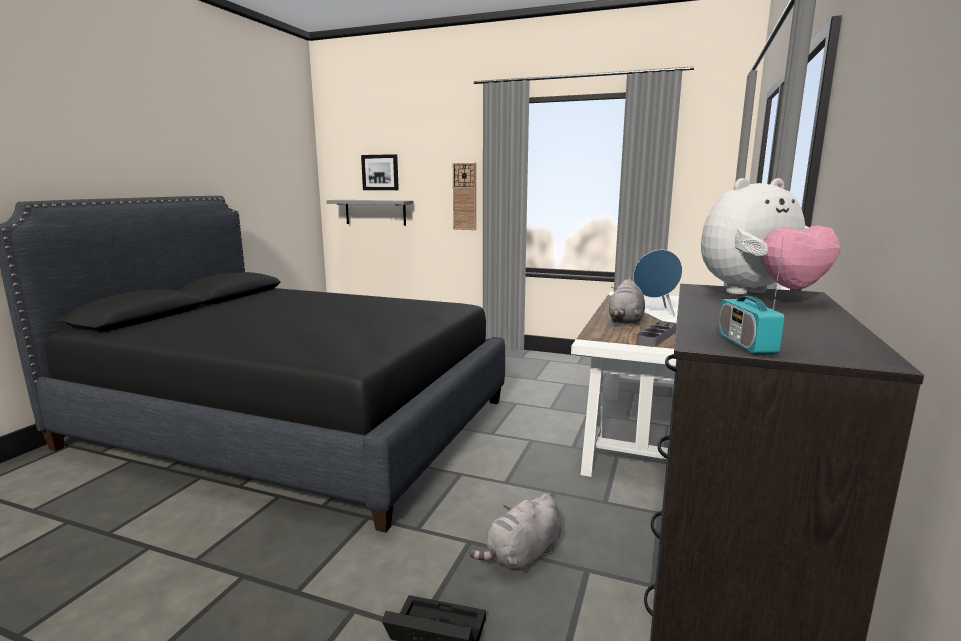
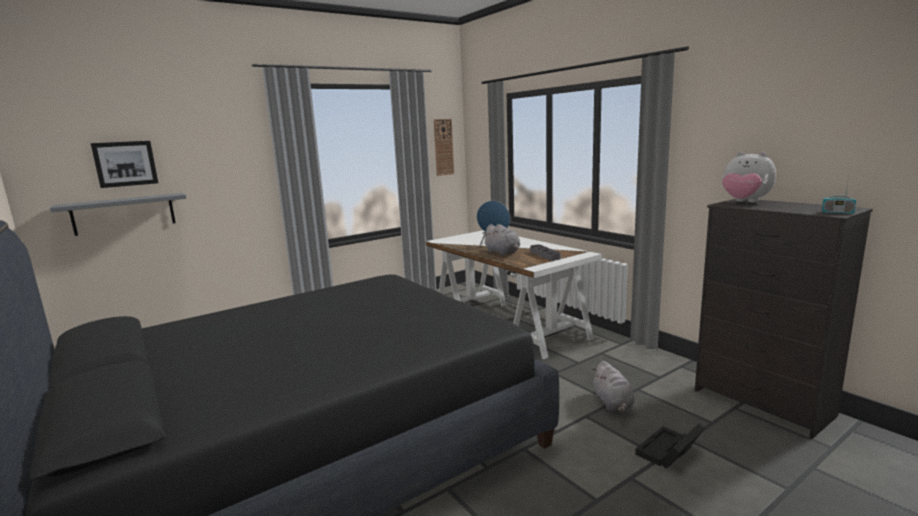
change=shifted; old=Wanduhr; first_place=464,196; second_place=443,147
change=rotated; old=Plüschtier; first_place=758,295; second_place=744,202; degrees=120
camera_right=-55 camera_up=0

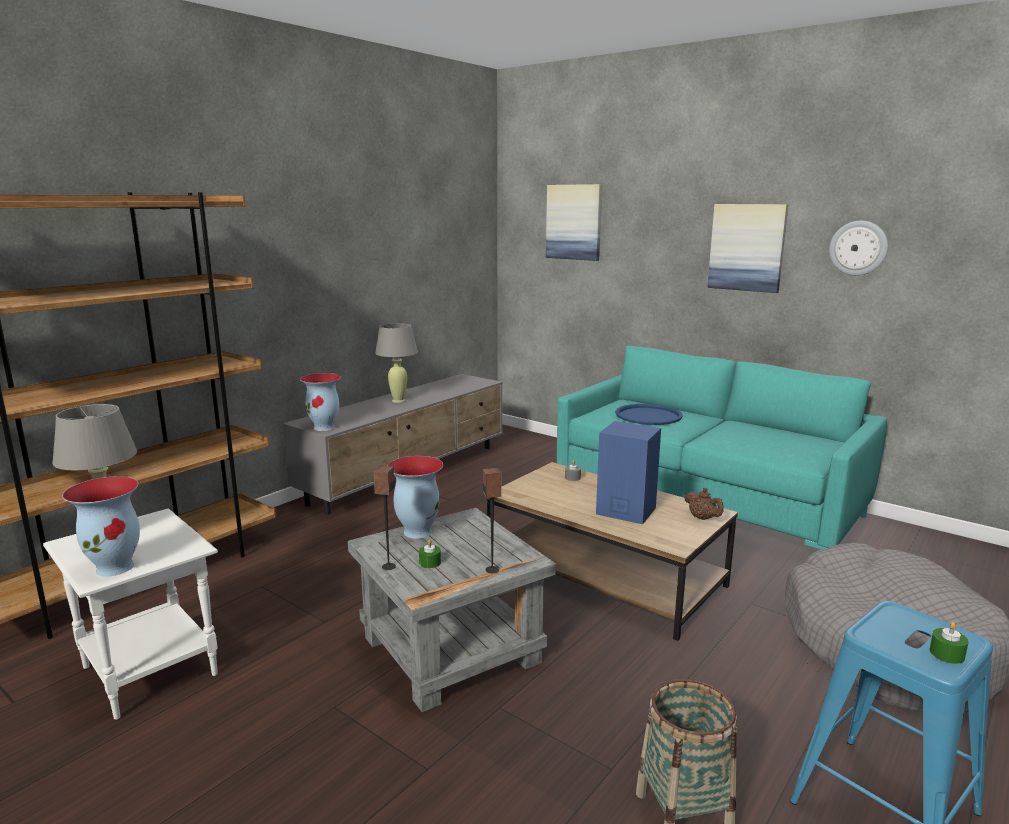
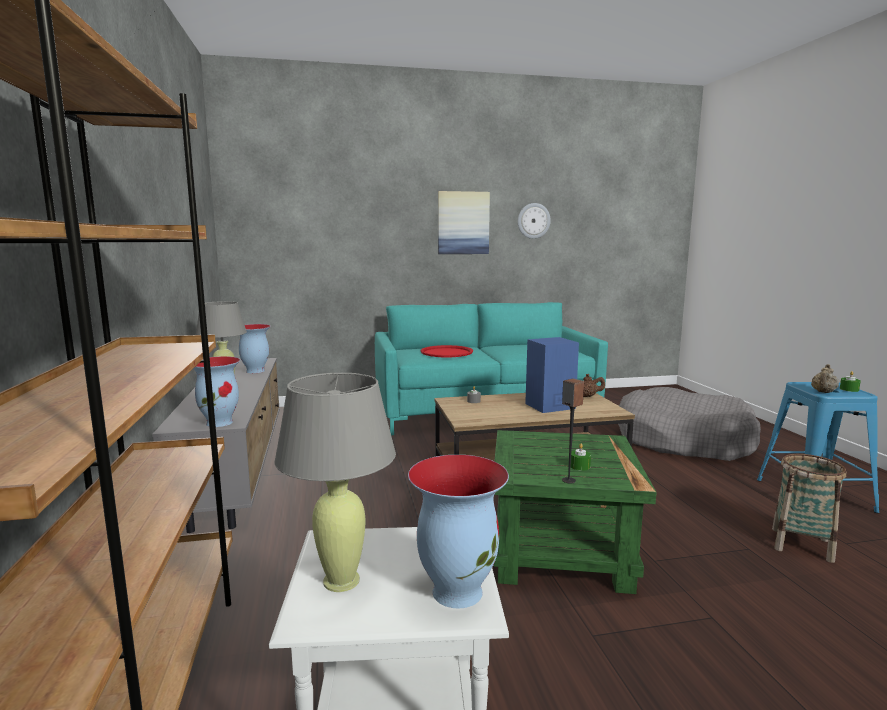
change=gone; old=Bild; first_place=574,222
change=repainted; old=Tablett (blau); new=Tablett (rot); first_place=648,415; second_place=446,352
change=shifted; old=Vase; first_place=417,531; second_place=254,371
change=gone; old=Lautsprecher; first_place=492,570
change=repainted; old=Beistelltisch (grau); new=Beistelltisch (grün); first_place=450,651; second_place=562,553
change=new; new=Teekanne (beige); second_place=823,392
camera_right=-50 camera_up=-5

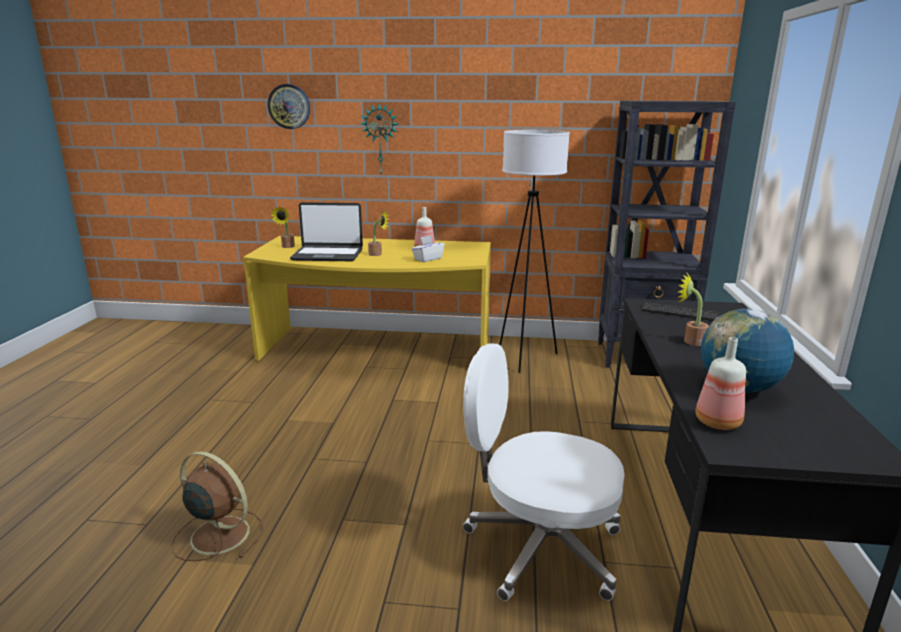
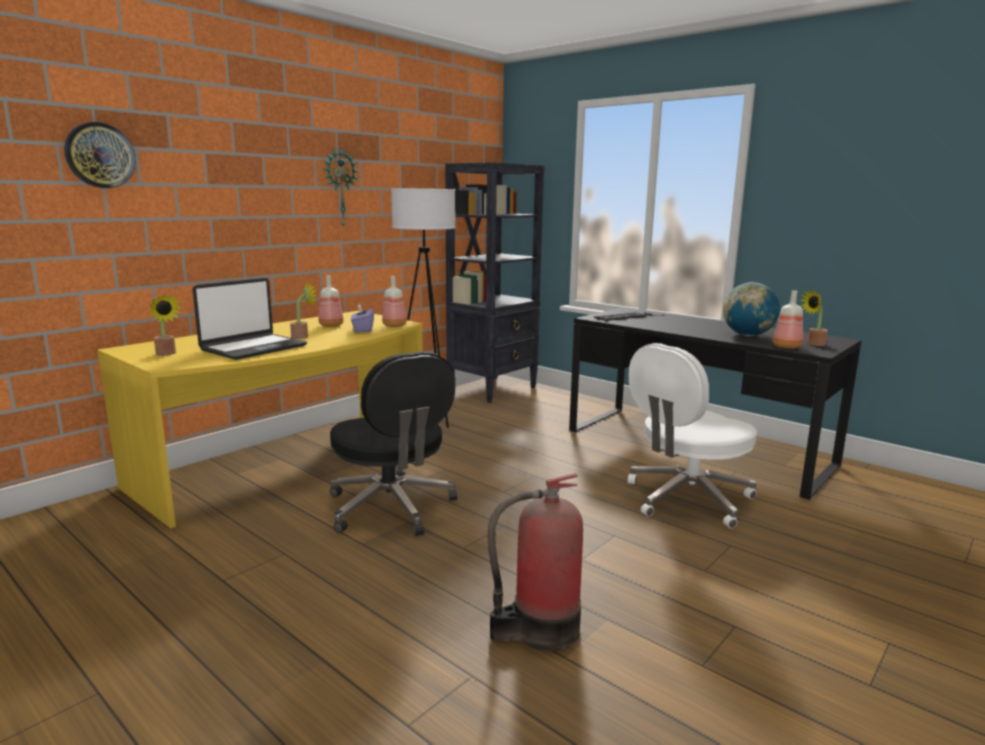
change=shifted; old=Wanduhr; first_place=380,139; second_place=340,188
change=repainted; old=Taschentuchbox (weiß); new=Taschentuchbox (lila); first_place=427,259; second_place=363,329
change=shifted; old=Topfpflanze; first_place=690,341; second_place=813,344
change=swapped; old=Ventilator (braun); new=Feuerlöscher; first_place=218,534; second_place=540,630
change=new; new=Flasche; second_place=394,325
change=new; new=Bürostuhl (schwarz); second_place=392,508
camera_right=-55 camera_up=-5

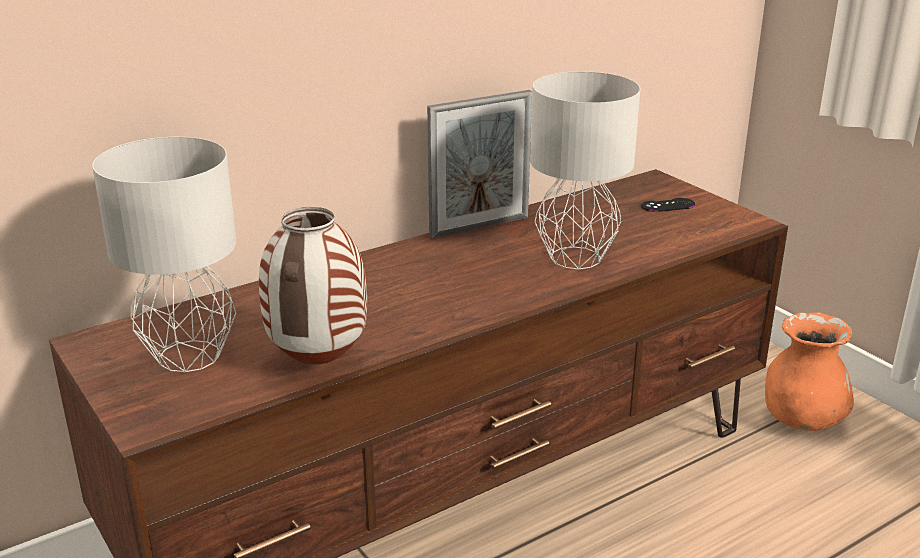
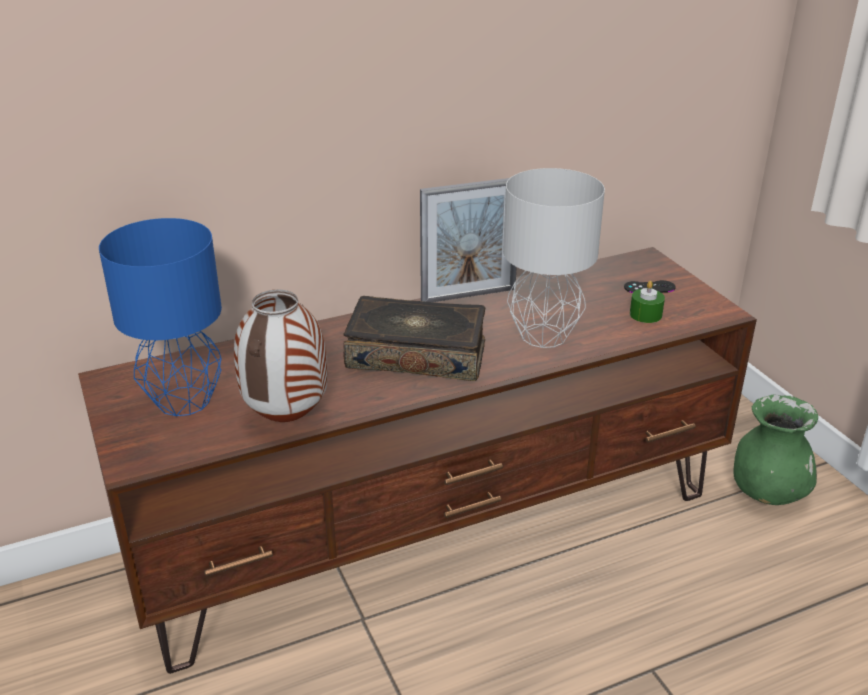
change=repainted; old=Tischlampe (grau); new=Tischlampe (blau); first_place=190,355; second_place=185,400
change=repainted; old=Vase (orange); new=Vase (grün); first_place=801,420; second_place=767,492
change=new; new=Kerze (grün); second_place=645,314
change=new; new=Buch; second_place=417,353
camera_right=10 camera_up=5

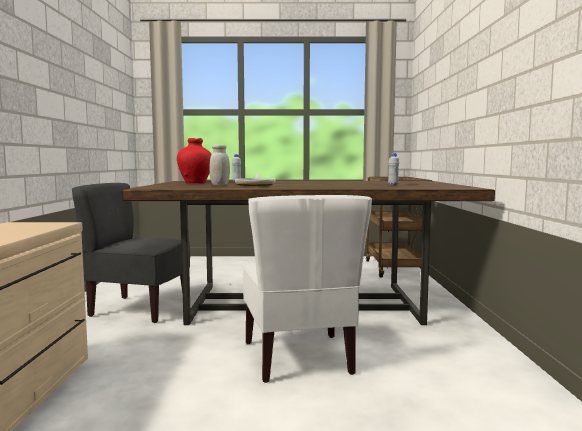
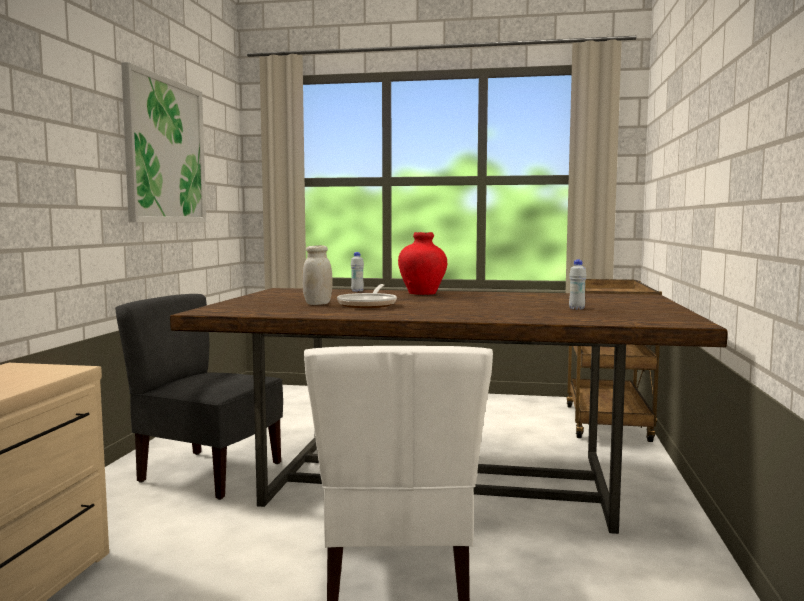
change=shifted; old=Vase (rot); first_place=195,183; second_place=422,294
change=new; new=Bild; second_place=165,151
camera_right=10 camera_up=0

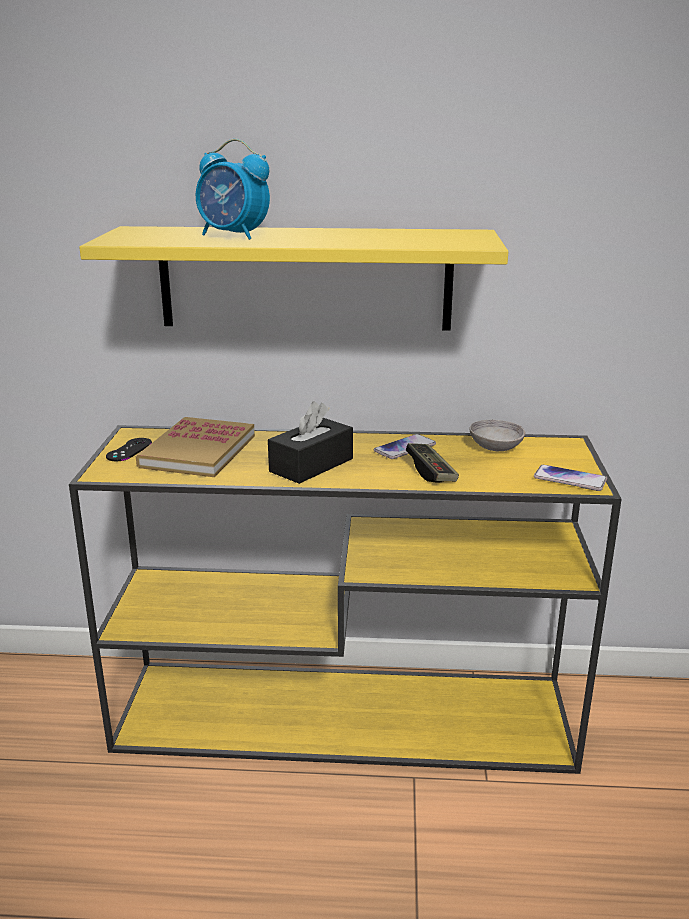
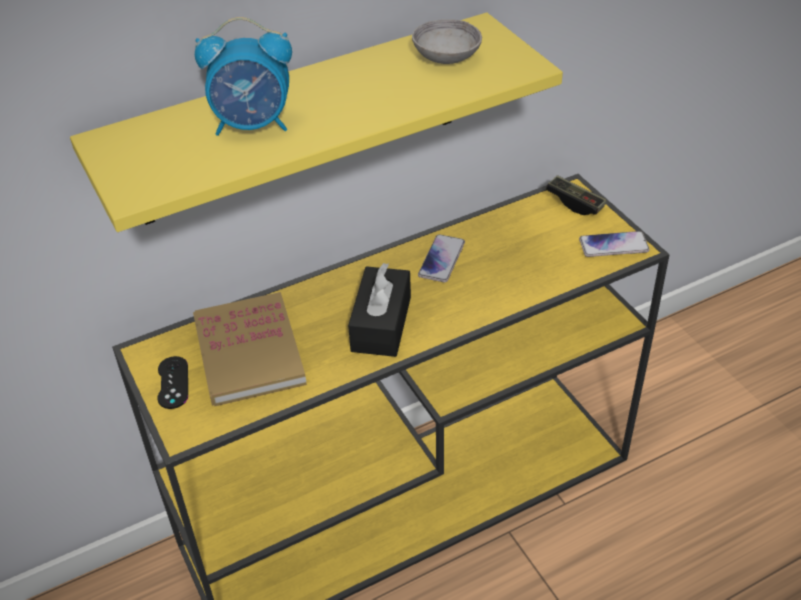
change=shifted; old=Schüssel (grau); first_place=495,448; second_place=446,57
change=shifted; old=Gamepad; first_place=431,472; second_place=575,203
camera_right=-30 camera_up=20

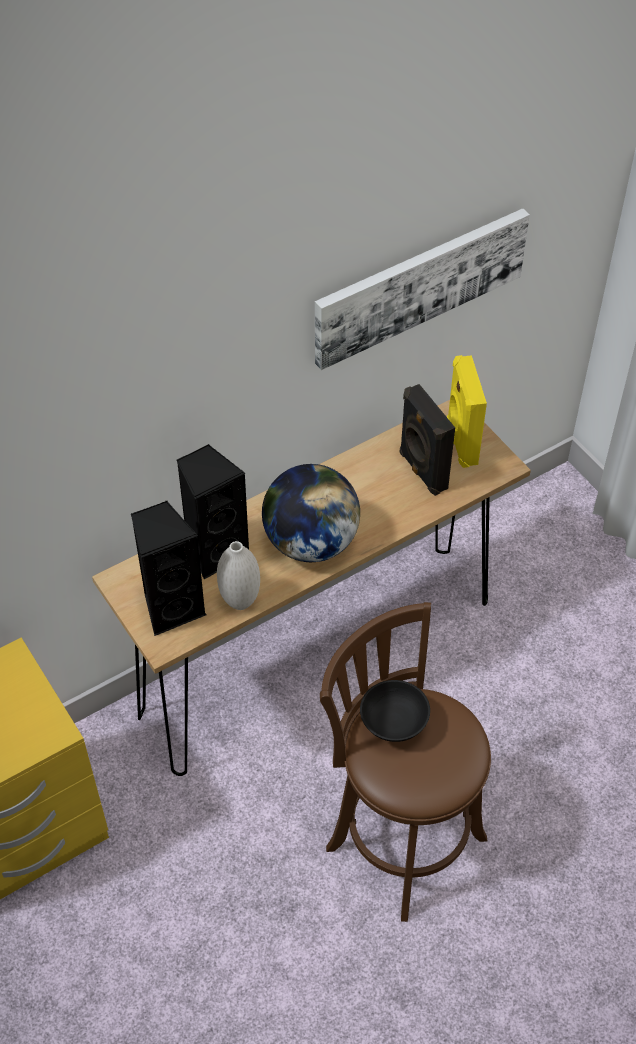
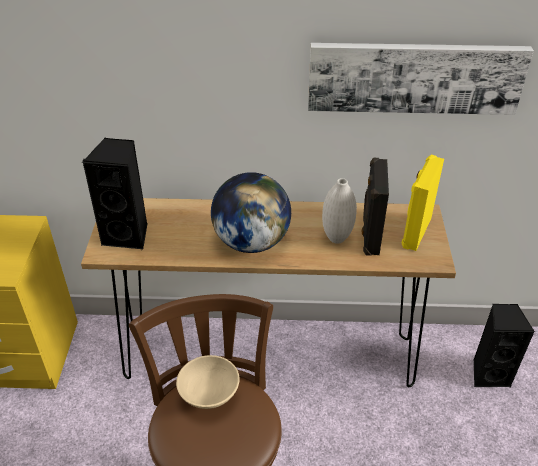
change=shifted; old=Lautsprecher (schwarz); first_place=215,551; second_place=489,374
change=shifted; old=Vase (weiß); first_place=240,602; second_place=336,238
change=repainted; old=Schüssel (schwarz); new=Schüssel (beige); first_place=392,727; second_place=208,397
camera_right=35 camera_up=-10

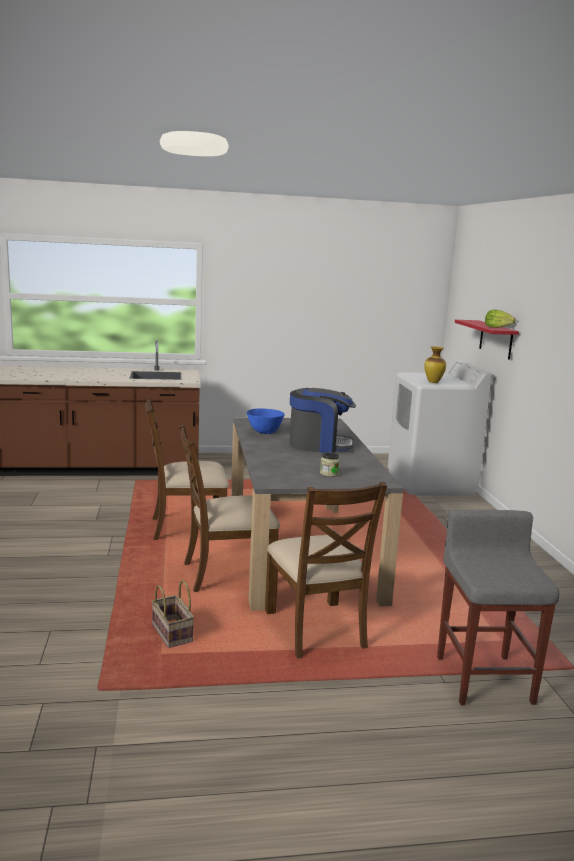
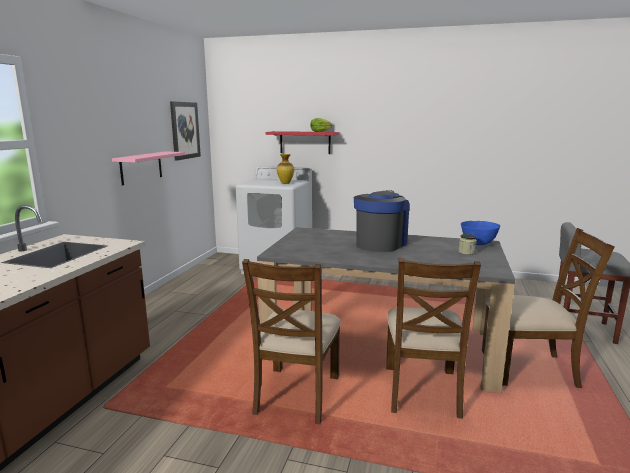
change=shifted; old=Schüssel (blau); first_place=265,432; second_place=478,244
change=gone; old=Korb; first_place=173,634
change=new; new=Bild; second_place=185,130
change=new; new=Wandregal (rosa); second_place=141,167
camera_right=-65 camera_up=0

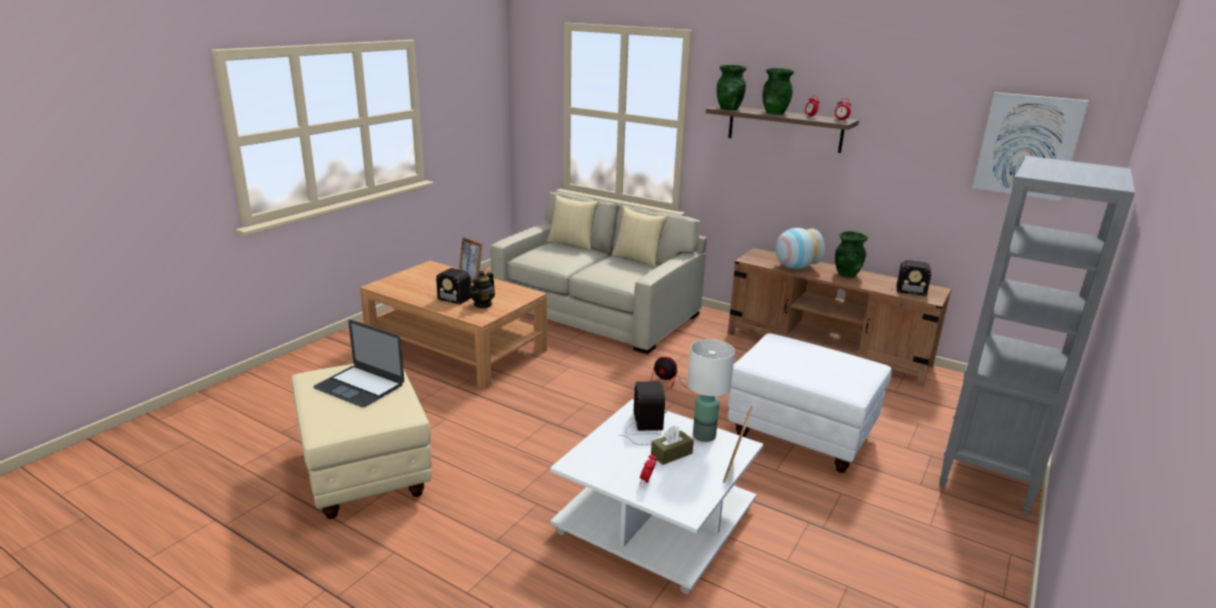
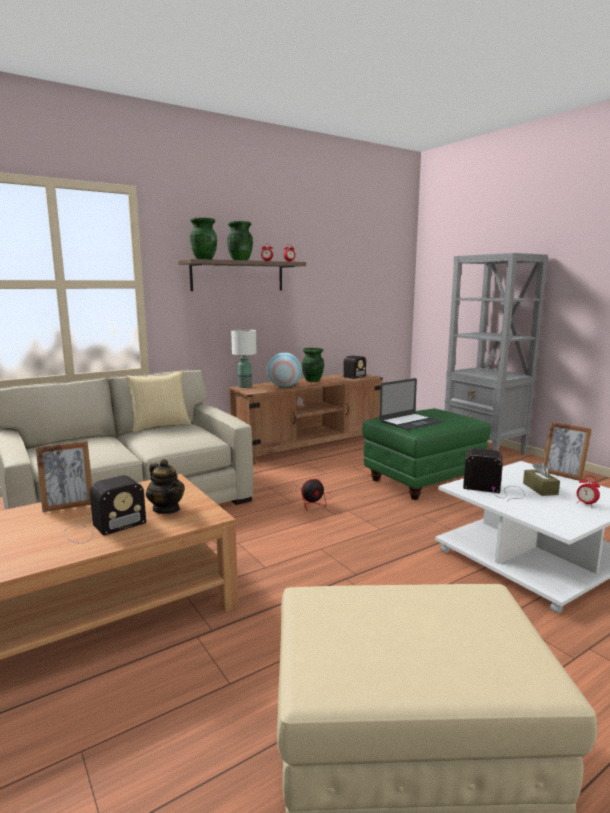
change=gone; old=Bild; first_place=1027,145
change=gone; old=Kissen; first_place=572,244
change=shifted; old=Laptop; first_place=359,386; second_place=410,422
change=repainted; old=Polsterhocker (weiß); new=Polsterhocker (grün); first_place=801,434; second_place=422,480
change=shifted; old=Tischlampe (weiß); first_place=703,435; second_place=244,387
camera_right=-65 camera_up=-10

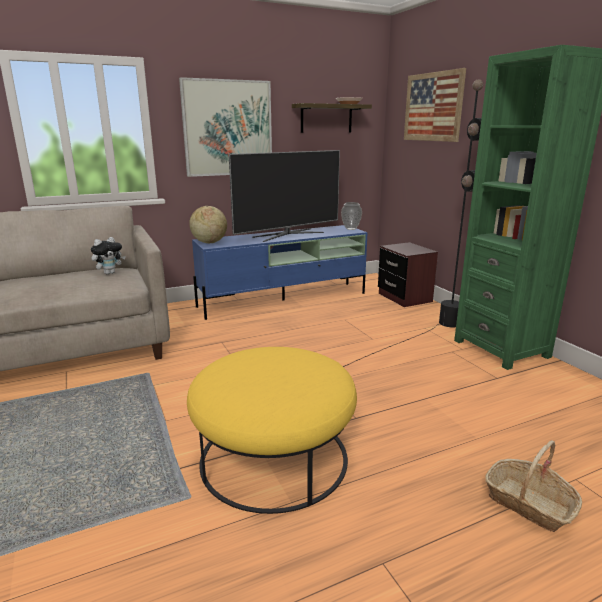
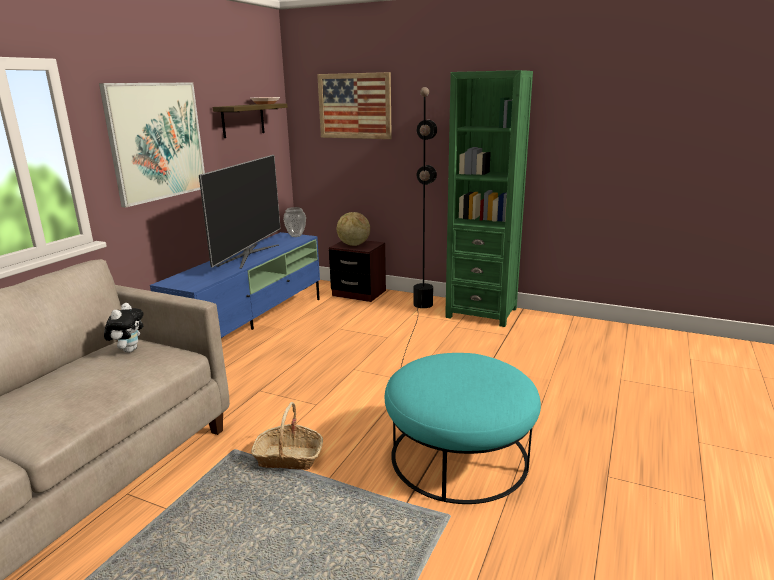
change=shifted; old=Globus; first_place=209,242; second_place=353,245
change=repainted; old=Polsterhocker (gelb); new=Polsterhocker (türkis); first_place=274,457; second_place=459,456
change=shifted; old=Korb; first_place=529,503; second_place=289,457
camera_right=-40 camera_up=0

